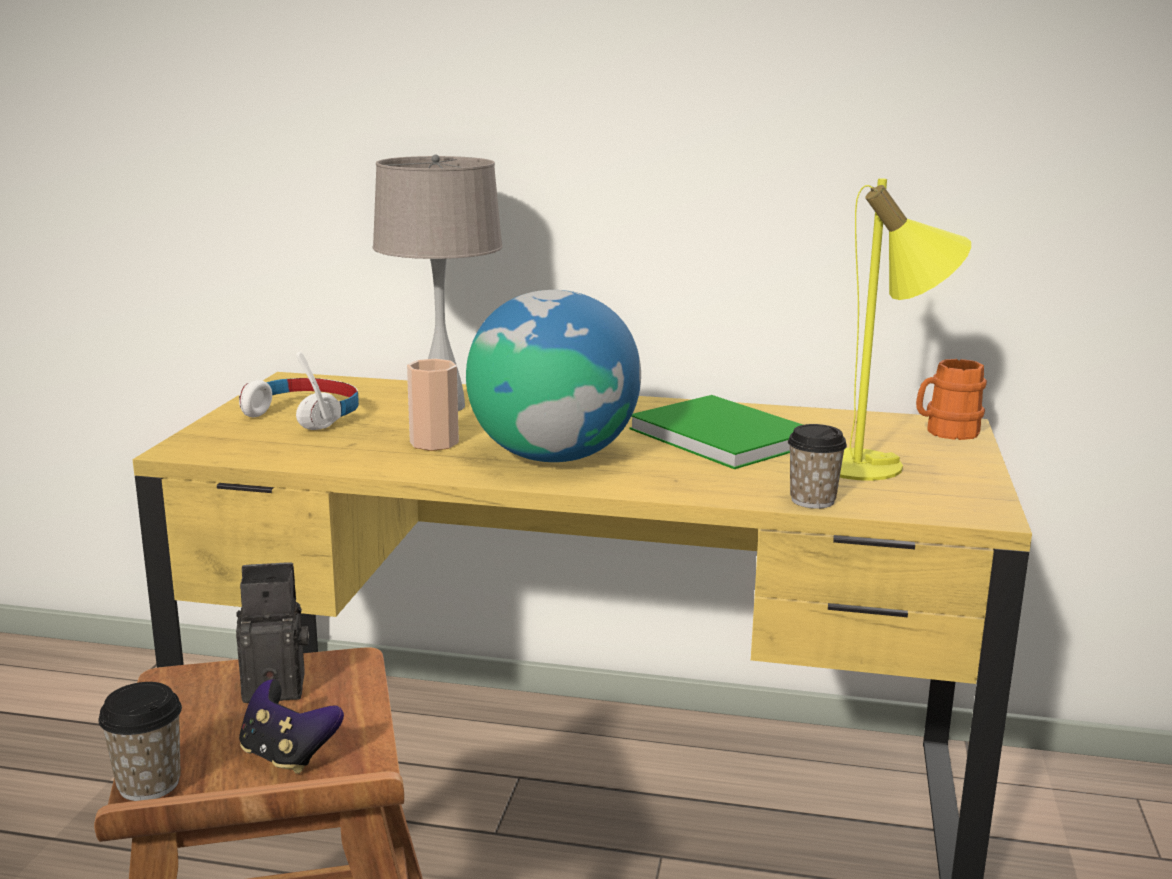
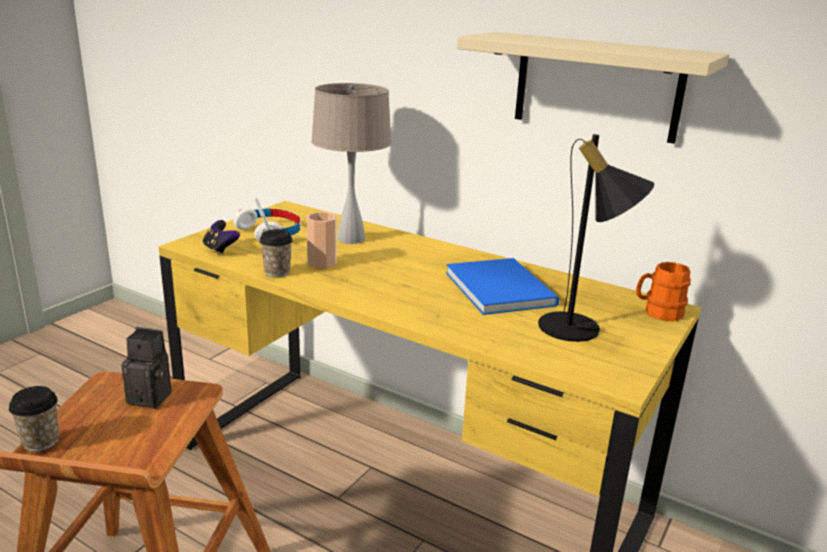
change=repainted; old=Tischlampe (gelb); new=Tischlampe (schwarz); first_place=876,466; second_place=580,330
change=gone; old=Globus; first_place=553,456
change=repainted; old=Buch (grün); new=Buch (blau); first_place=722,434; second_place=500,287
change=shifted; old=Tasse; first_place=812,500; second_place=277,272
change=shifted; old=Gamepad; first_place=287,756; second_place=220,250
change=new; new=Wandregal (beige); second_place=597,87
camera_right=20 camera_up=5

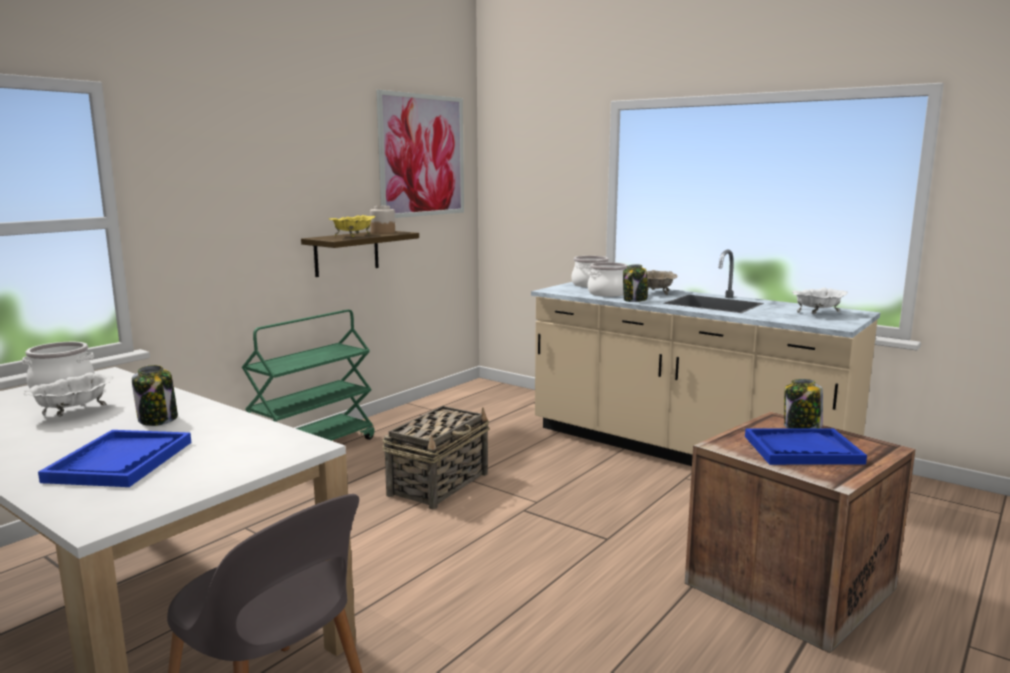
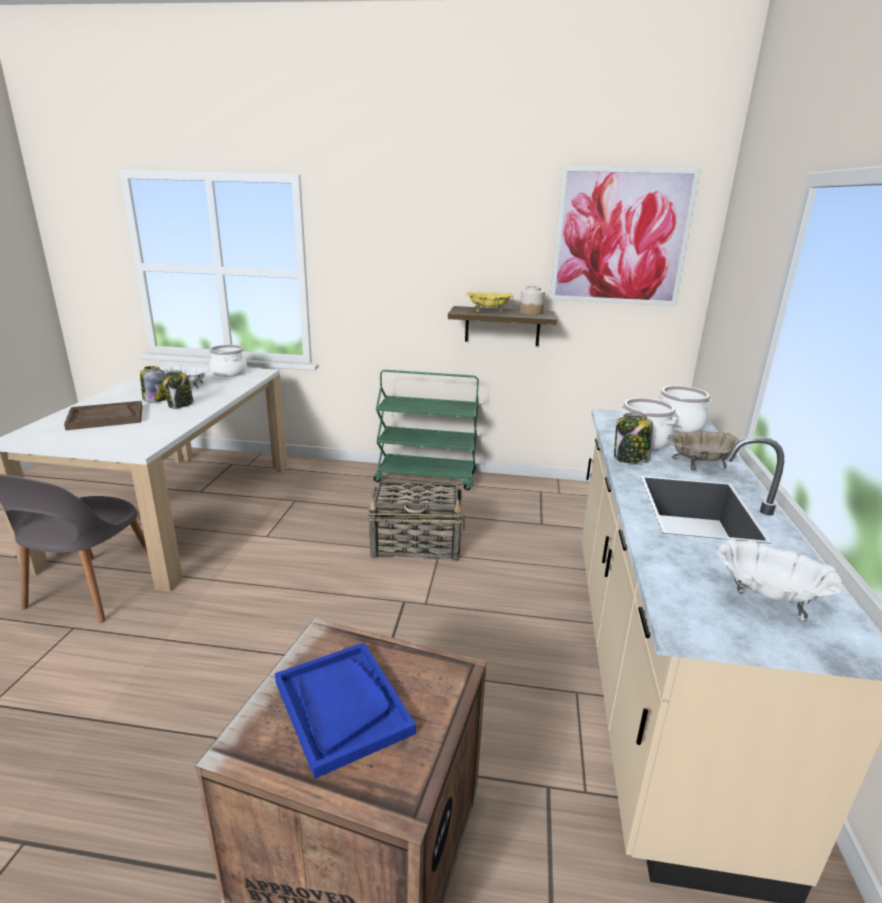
change=shifted; old=Vorratsglas; first_place=801,427; second_place=155,399
change=repainted; old=Tablett (blau); new=Tablett (braun); first_place=120,461; second_place=105,417
camera_right=60 camera_up=10

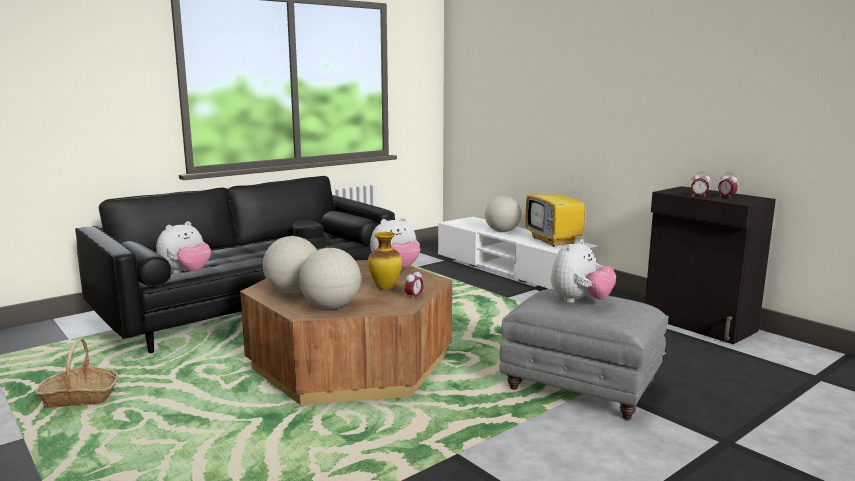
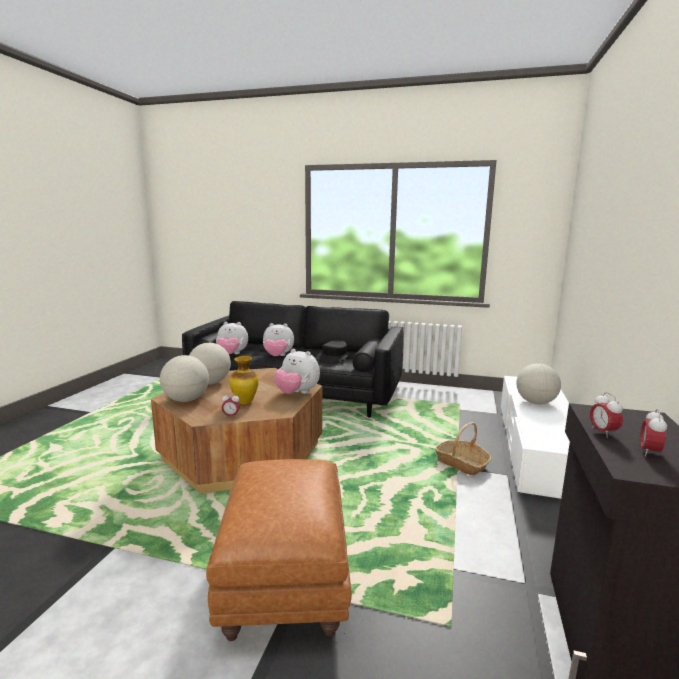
change=gone; old=Fernseher; first_place=554,241
change=shifted; old=Plüschtier; first_place=580,301; second_place=278,356
change=repainted; old=Polsterhocker (grau); new=Polsterhocker (braun); first_place=582,388; second_place=286,581
change=shifted; old=Korb; first_place=80,398; second_place=461,463
camera_right=55 camera_up=0

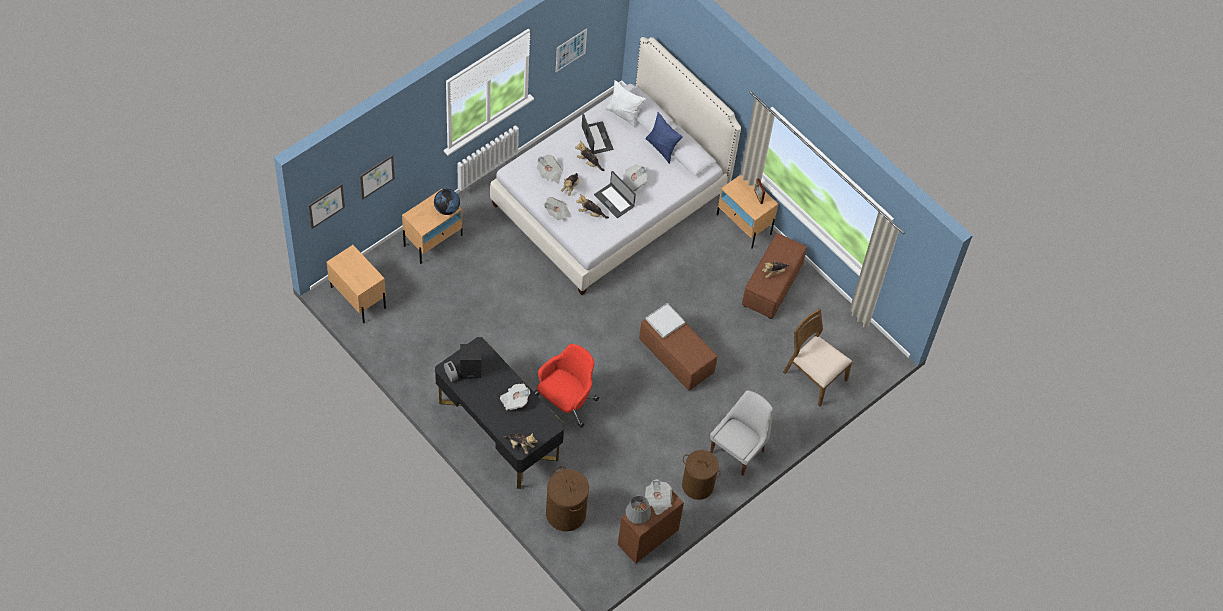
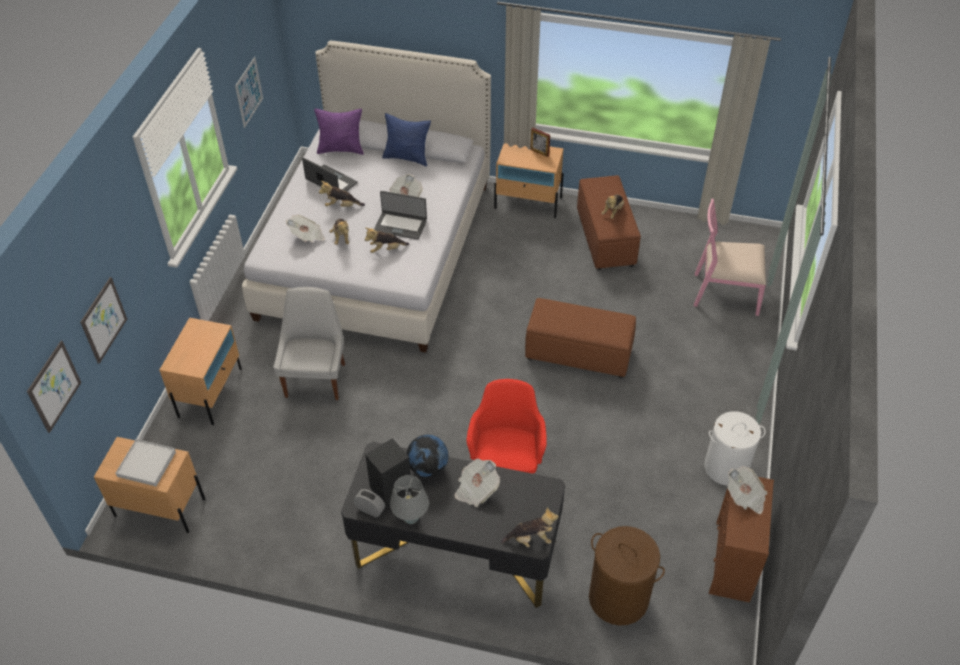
change=repainted; old=Kissen (weiß); new=Kissen (lila); first_place=624,114; second_place=341,149
change=shifted; old=Globus; first_place=447,209; second_place=428,467
change=gone; old=Zeitung; first_place=557,213
change=shifted; old=Tablett (weiß); first_place=665,321; second_place=146,464
change=repainted; old=Stuhl (braun); new=Stuhl (rosa); first_place=814,376; second_place=725,293
change=shifted; old=Stuhl (weiß); first_place=738,450; second_place=316,378
change=repainted; old=Wäschekorb (braun); new=Wäschekorb (weiß); first_place=697,485; second_place=725,468
change=shifted; old=Tischlampe (grau); first_place=636,520; second_place=410,518
camera_right=-30 camera_up=-10

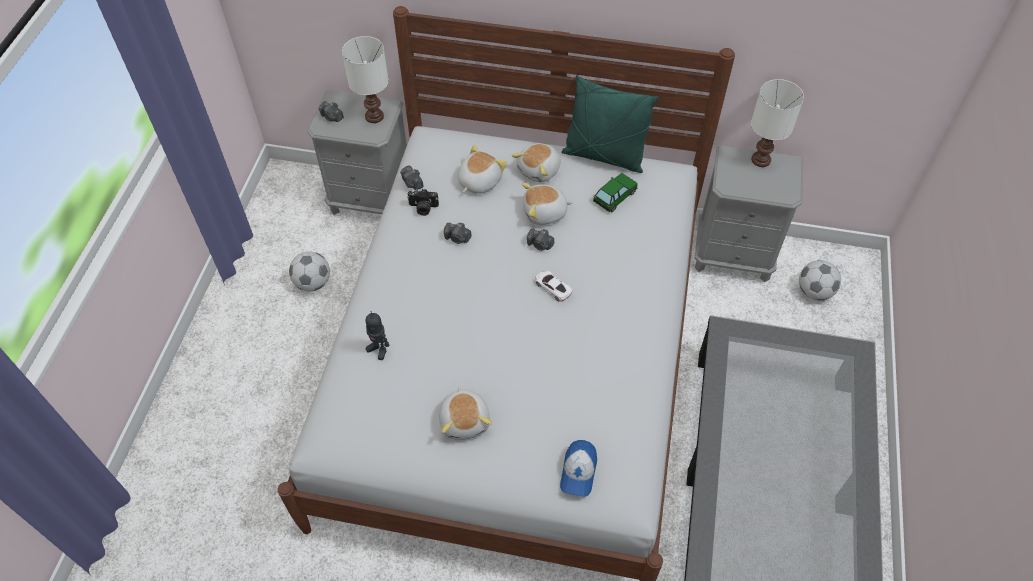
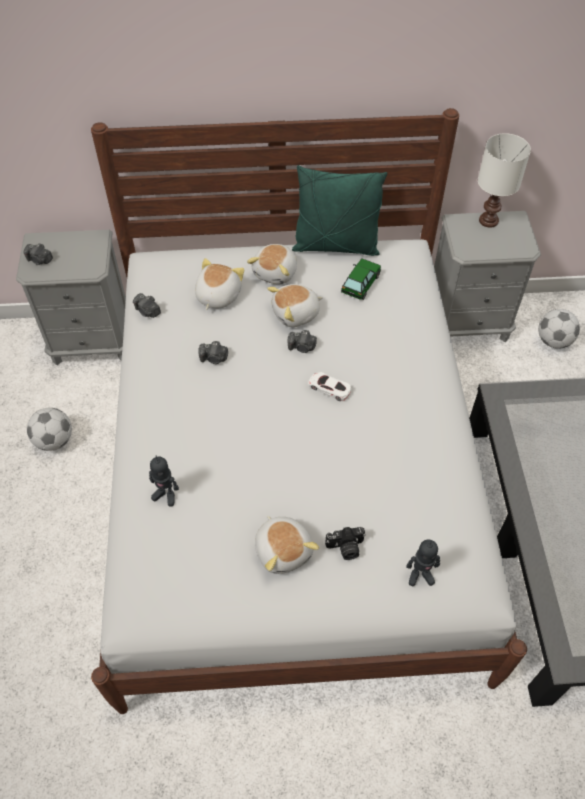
change=gone; old=Tischlampe (weiß); first_place=375,116
change=shifted; old=Kamera; first_place=423,208; second_place=345,548
change=swapped; old=Kappe; new=Spielzeugroboter; first_place=578,471; second_place=420,575
camera_right=-15 camera_up=0

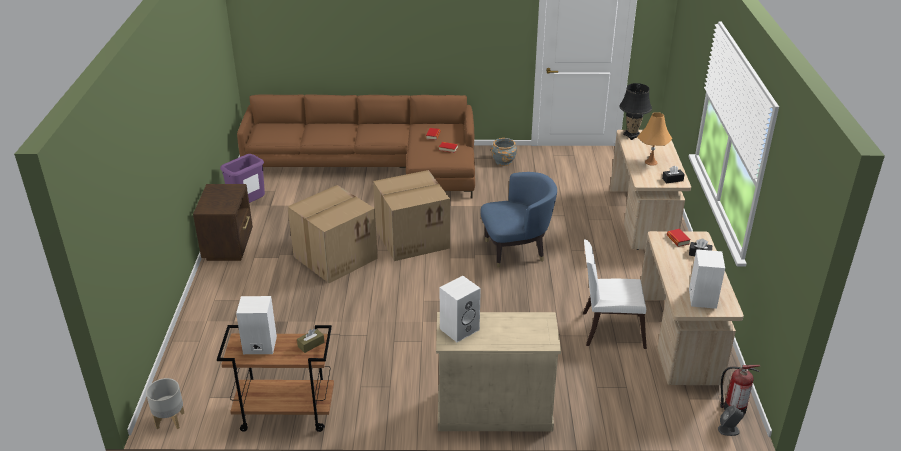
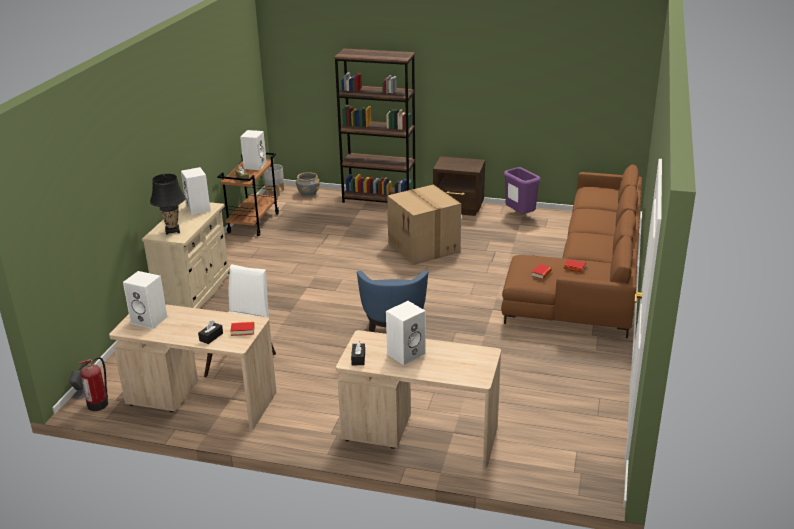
change=shifted; old=Tischlampe (schwarz); first_place=632,135; second_place=172,230
change=swapped; old=Tischlampe (orange); new=Lautsprecher (weiß); first_place=651,162; second_place=406,353
change=shifted; old=Pflanzkübel (grau); first_place=503,161; second_place=308,194
change=gone; old=Karton; first_place=413,238
change=new; new=Bücherregal (braun); second_place=379,199
camera_right=105 camera_up=-5

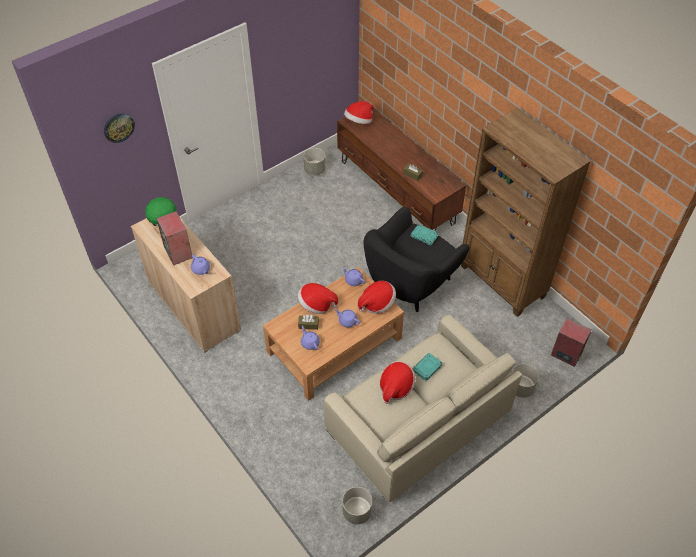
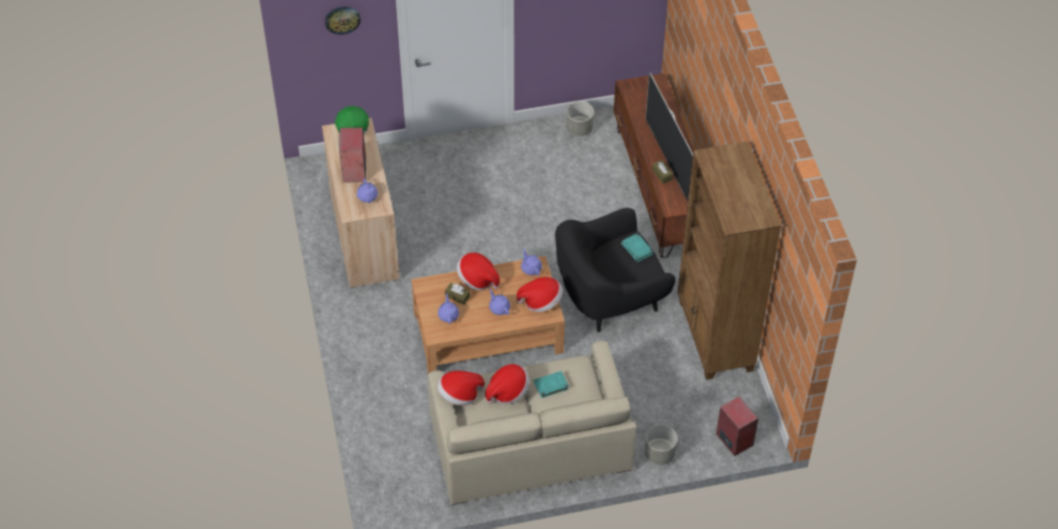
change=shifted; old=Hut; first_place=359,121; second_place=459,395
change=gone; old=Pflanzkübel (grau); first_place=357,512
change=new; new=Fernseher; second_place=668,160
camera_right=25 camera_up=0

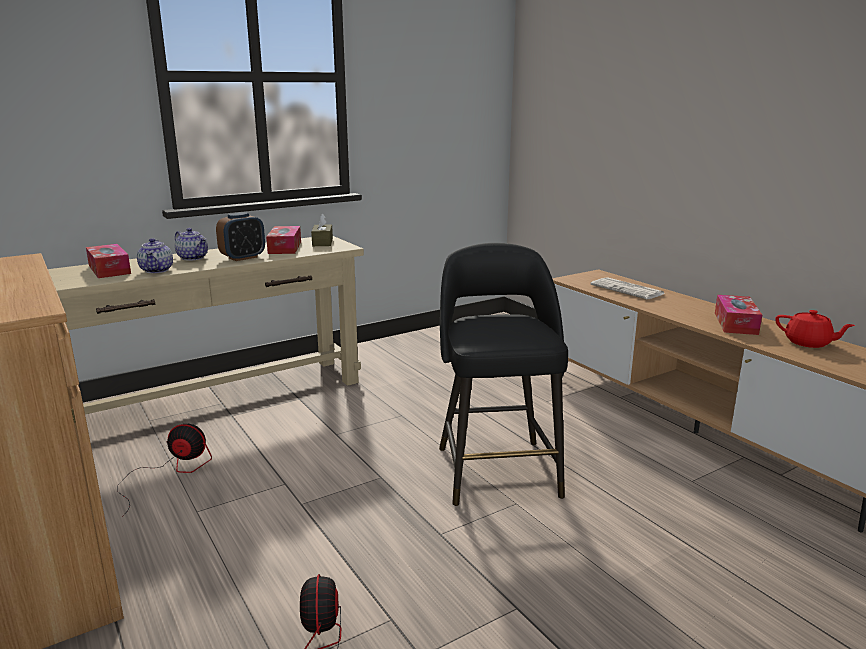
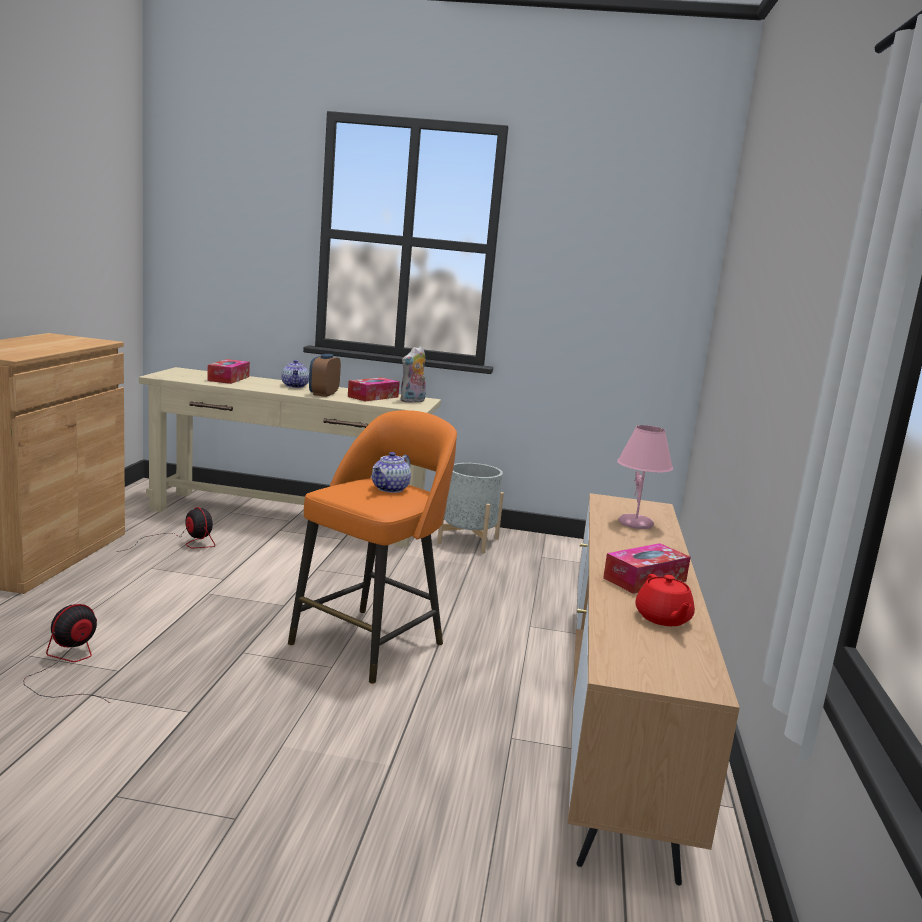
change=rotated; old=Wecker; first_place=243,257; second_place=323,394; degrees=105
change=swapped; old=Taschentuchbox (braun); new=Plüschtier; first_place=322,242; second_place=412,401
change=shifted; old=Teekanne; first_place=157,270; second_place=390,489
change=repainted; old=Hocker (schwarz); new=Hocker (orange); first_place=497,469; second_place=370,642
change=swapped; old=Zeitung; new=Tischlampe (rosa); first_place=628,290; second_place=636,524
change=new; new=Pflanzkübel (grau); second_place=468,541
camera_right=40 camera_up=-5

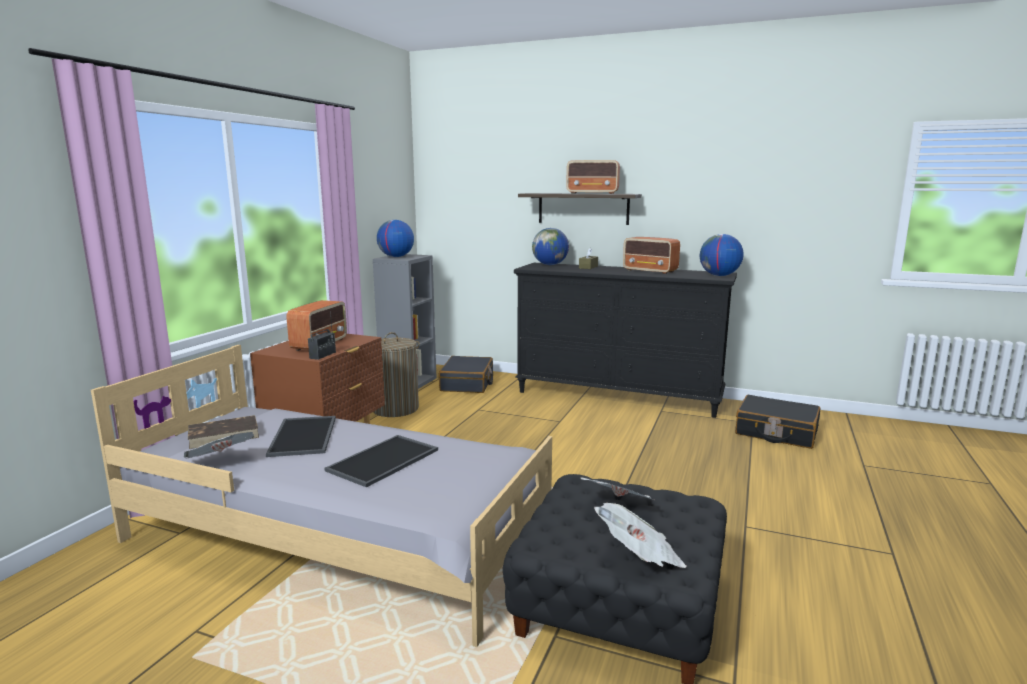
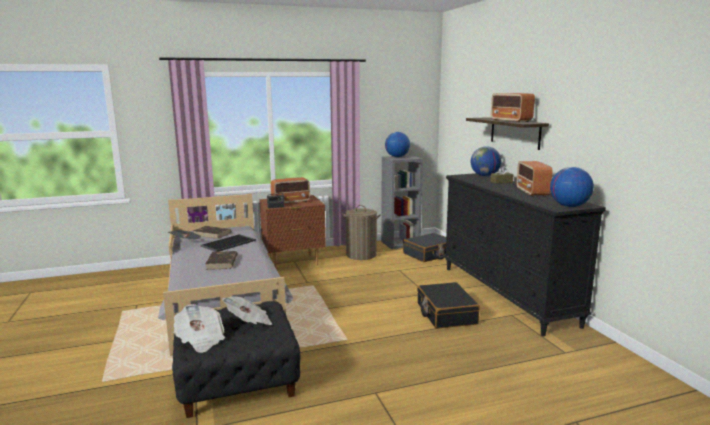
change=shifted; old=Koffer (schwarz); first_place=776,432; second_place=446,314
change=swapped; old=Tablett; new=Buch (braun); first_place=383,461; second_place=222,262
camera_right=50 camera_up=0

